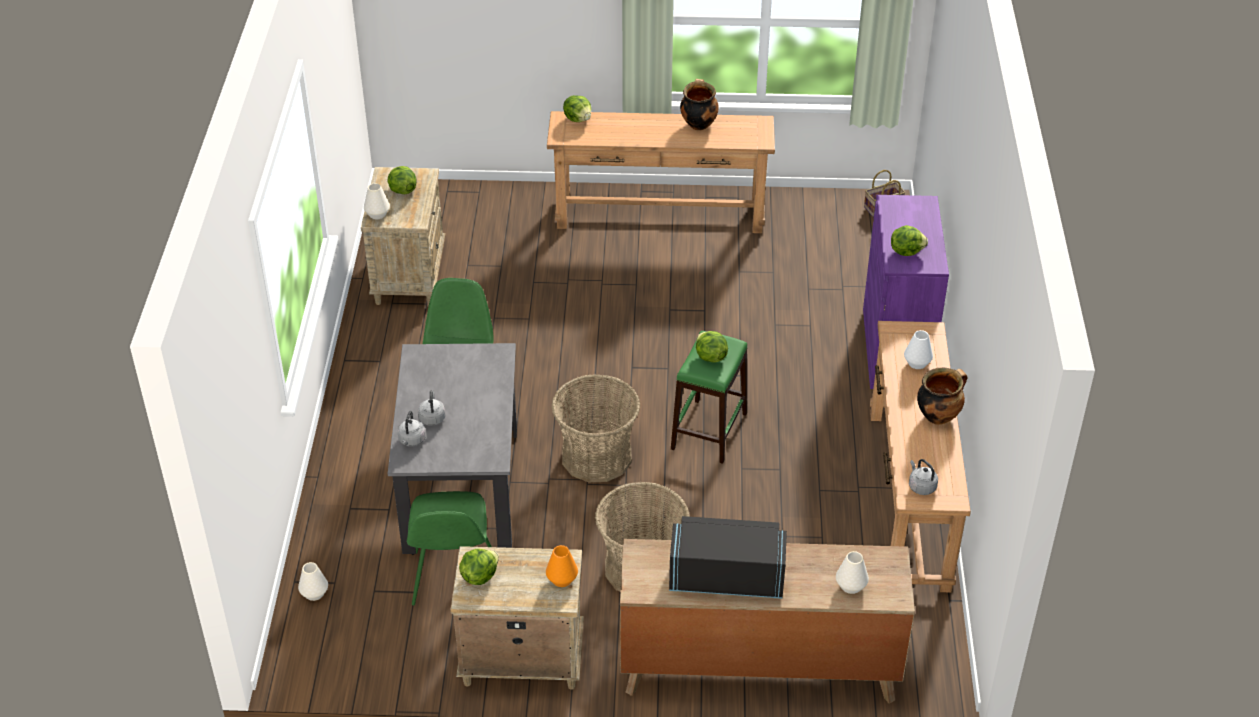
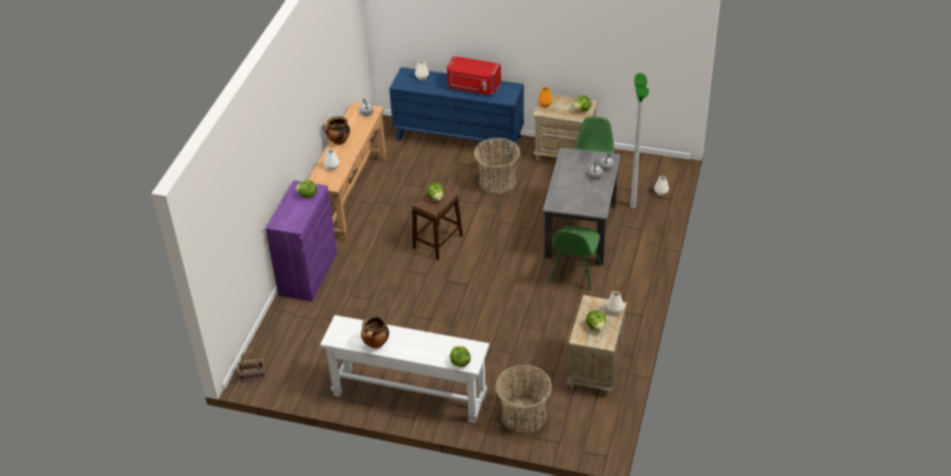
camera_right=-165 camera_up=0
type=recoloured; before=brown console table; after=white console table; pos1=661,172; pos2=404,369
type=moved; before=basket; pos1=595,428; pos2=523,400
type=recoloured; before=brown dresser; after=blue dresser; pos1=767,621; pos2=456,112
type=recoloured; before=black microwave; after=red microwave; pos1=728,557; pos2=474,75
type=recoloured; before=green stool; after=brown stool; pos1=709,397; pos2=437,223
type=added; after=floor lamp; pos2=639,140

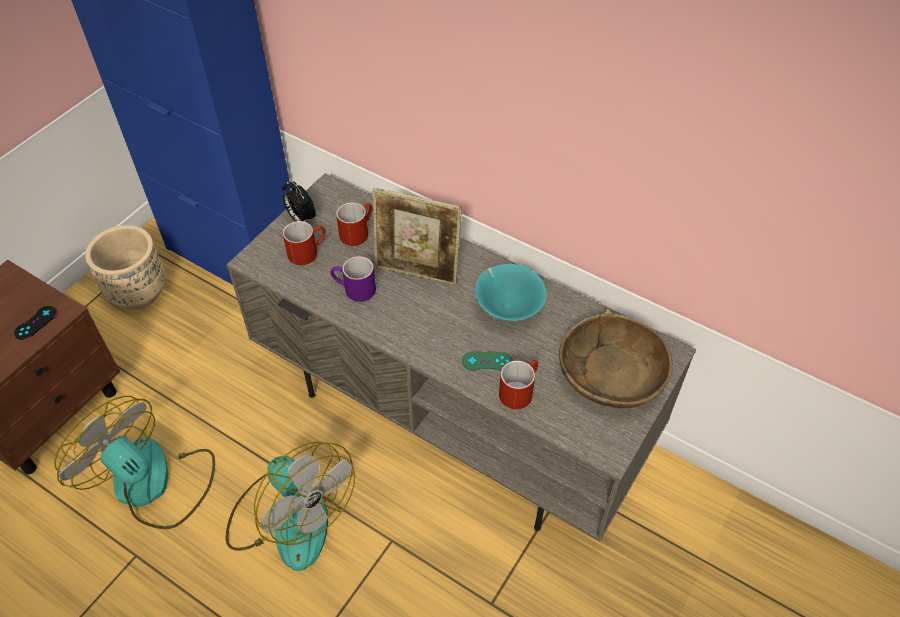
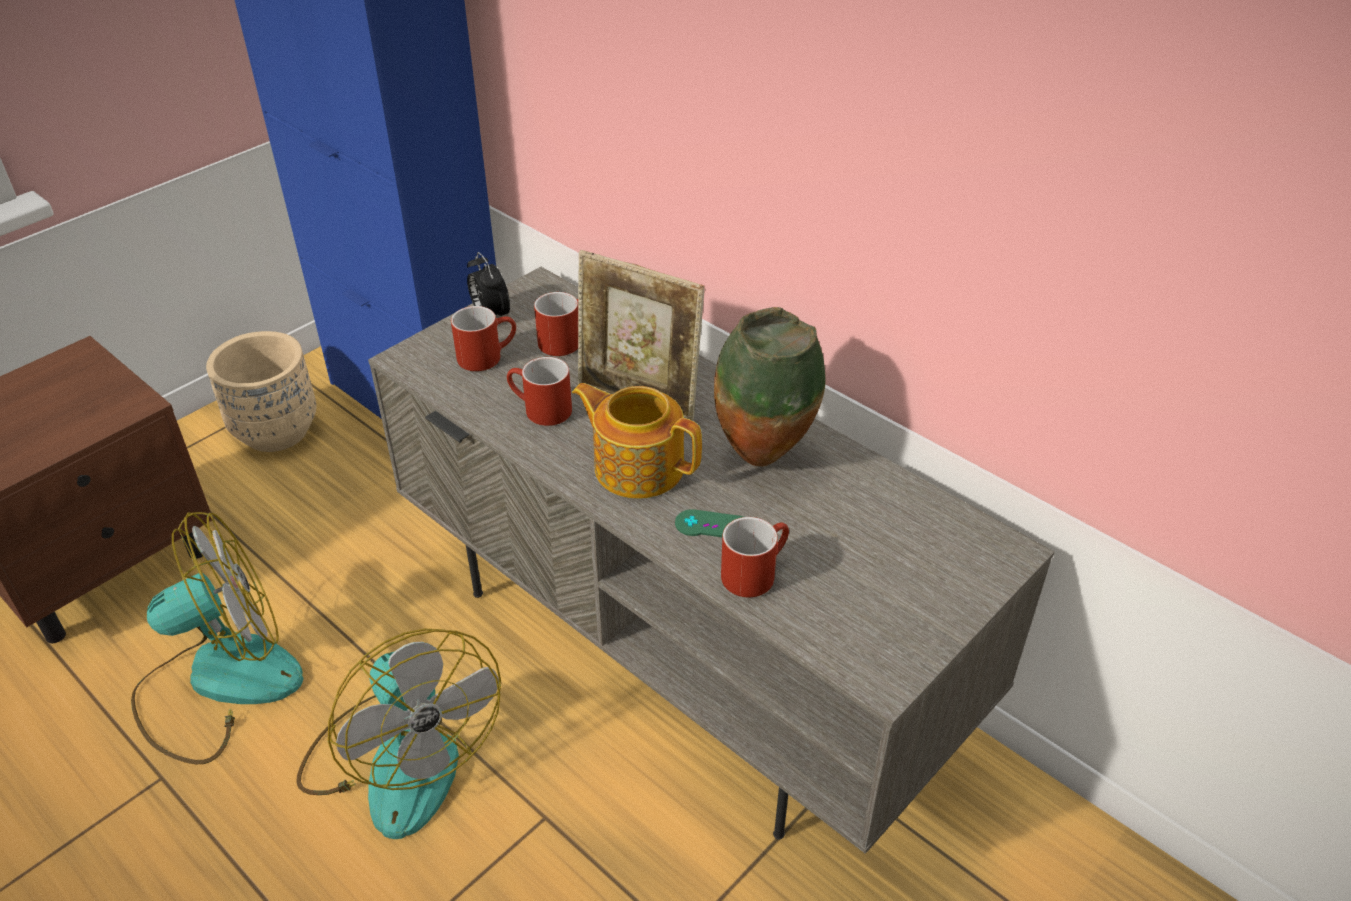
camera_right=10 camera_up=-10
type=removed; before=black game controller; pos1=35,323
type=turned; before=fan; pos1=134,462; pos2=217,638; turn=105
type=recoloured; before=purple mug; after=red mug; pos1=353,279; pos2=539,391
type=replaced; before=turquoise bowl; after=vase; pos1=511,292; pos2=770,387
type=removed; before=brown bowl; pos1=616,358
type=added; after=teapot; pos2=637,441

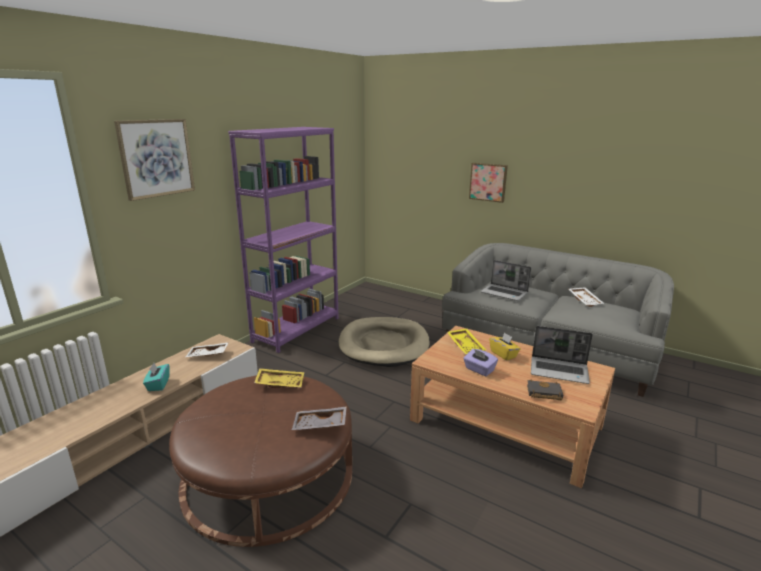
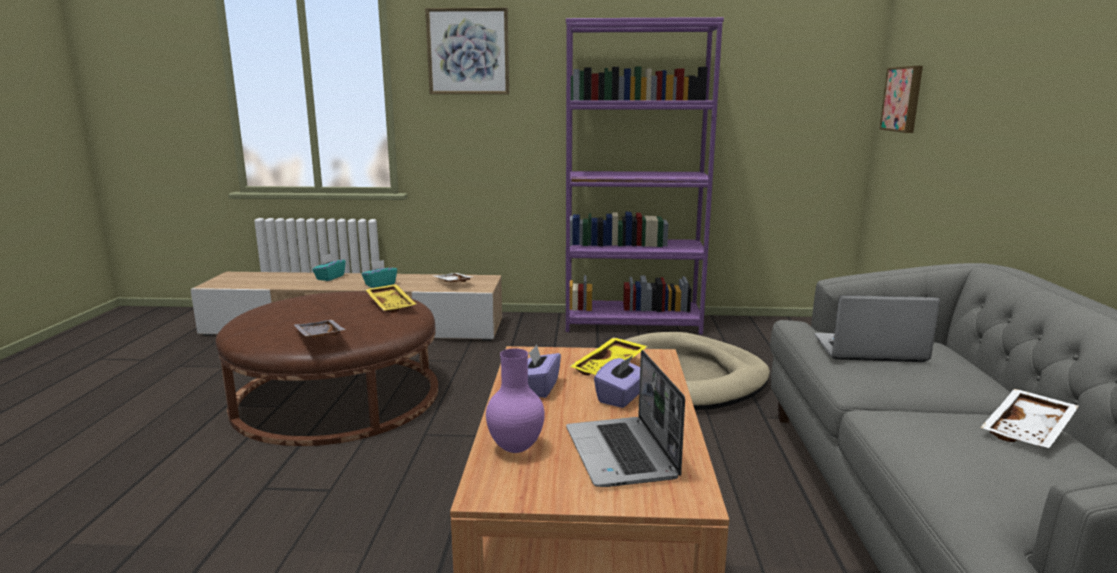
camera_right=60 camera_up=-5
type=moved; before=picture; pos1=488,183; pos2=901,99
type=turned; before=laptop; pos1=505,280; pos2=877,328; turn=90
type=recoloured; before=yellow tissue box; after=purple tissue box; pos1=505,346; pos2=617,381
type=replaced; before=black book; after=purple vase; pos1=545,390; pos2=515,400
type=added; after=turquoise tissue box; pos2=329,267

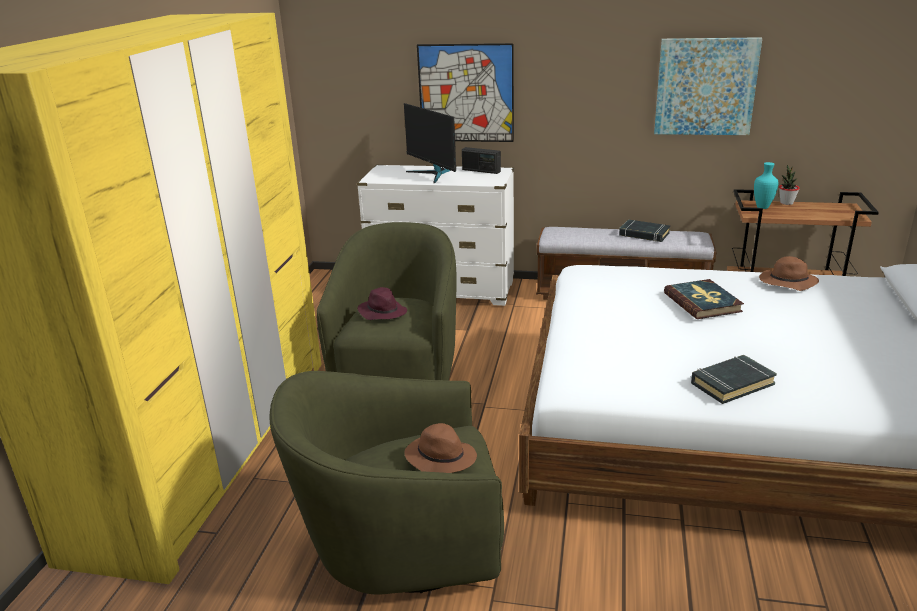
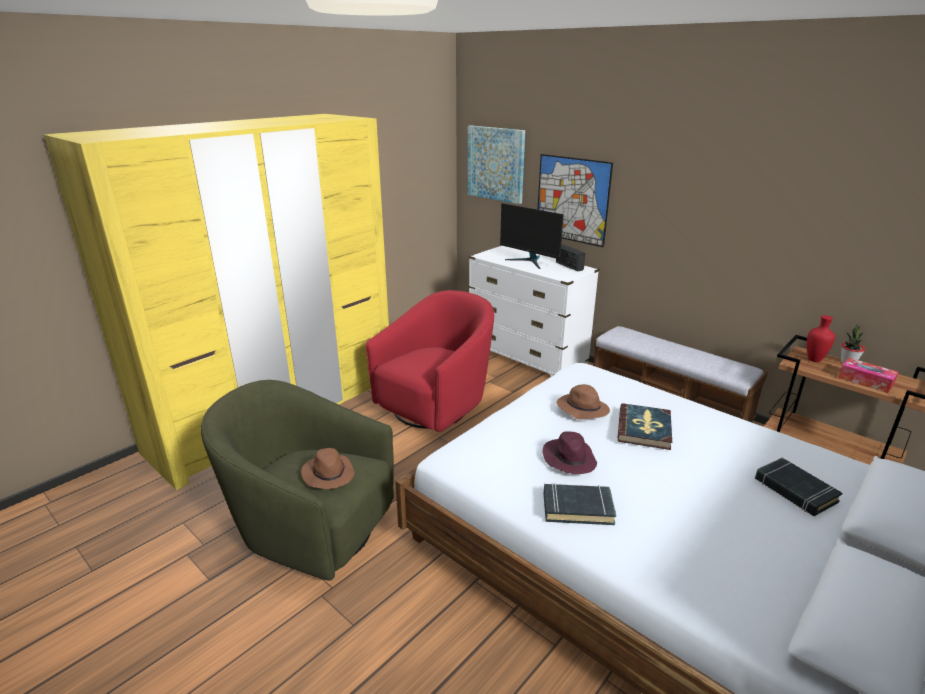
camera_right=30 camera_up=0
type=recoloured; before=green armchair; after=red armchair; pos1=386,301; pos2=430,361
type=moved; before=purple hat; pos1=382,303; pos2=569,453
type=turned; before=monitor; pos1=430,143; pos2=532,236; turn=-45
type=moved; before=black book; pos1=644,230; pos2=798,487
type=moved; before=picture; pos1=708,86; pos2=496,164
type=recoloured; before=turquoise vase; after=red vase; pos1=766,185; pos2=821,338
type=moved; before=brown hat; pos1=789,273; pos2=583,402
type=added; after=tissue box; pos2=868,375

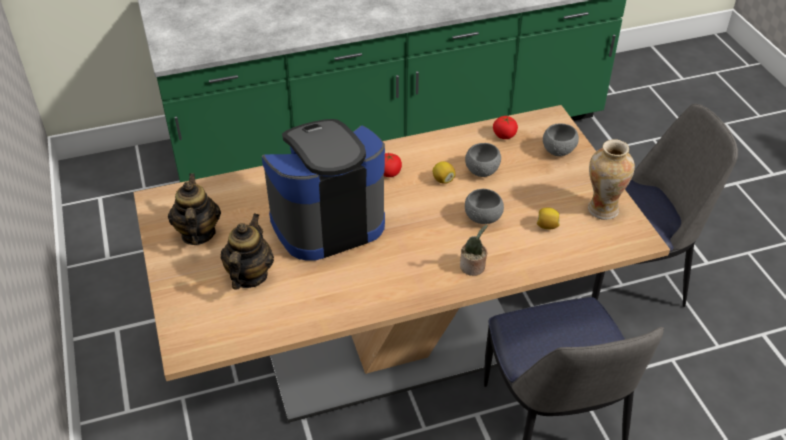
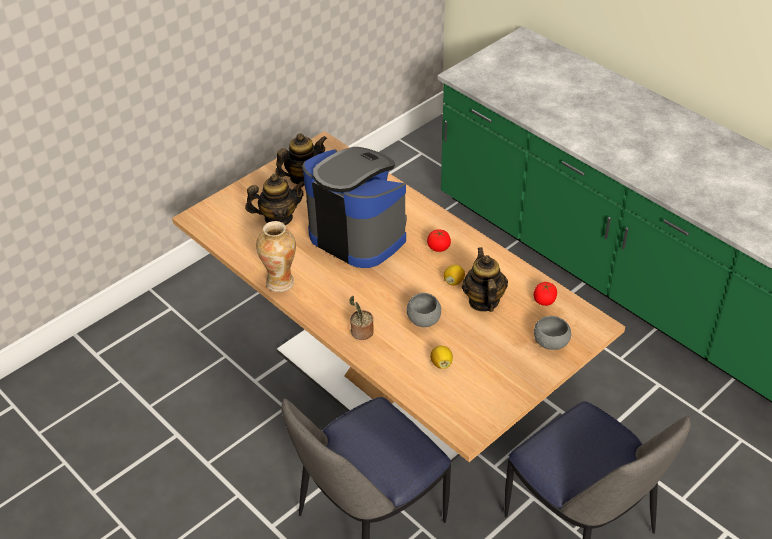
camera_right=65 camera_up=0
type=replaced; before=grey bowl; after=teapot; pos1=483,160; pos2=485,279
type=moved; before=vase; pos1=611,179; pos2=276,256

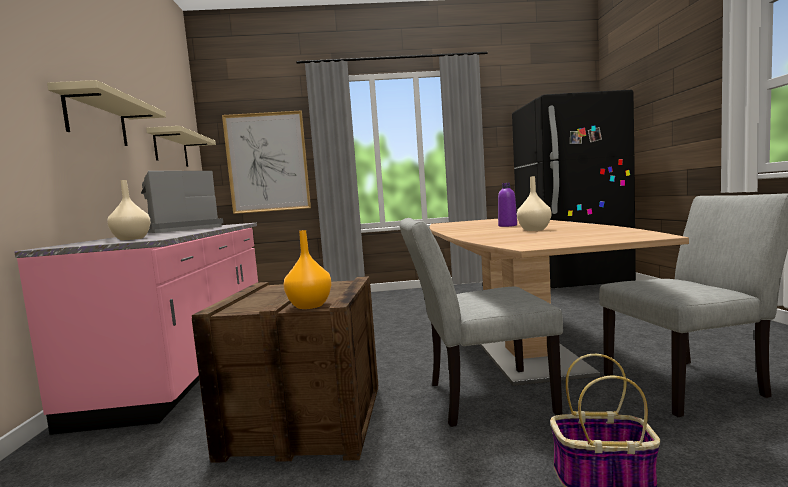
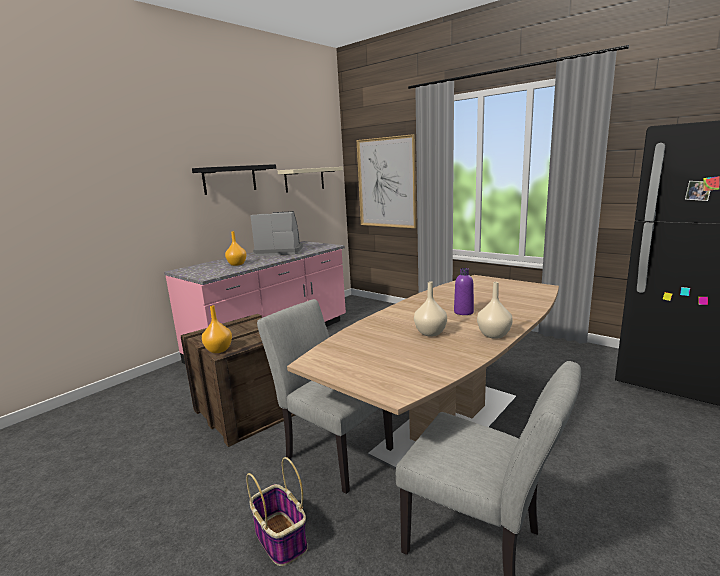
camera_right=45 camera_up=10
type=recoloured; before=beige shelf; after=black shelf; pos1=106,113; pos2=234,179
type=moved; before=beige vase; pos1=129,210; pos2=495,310
type=added; after=orange vase; pos2=236,248

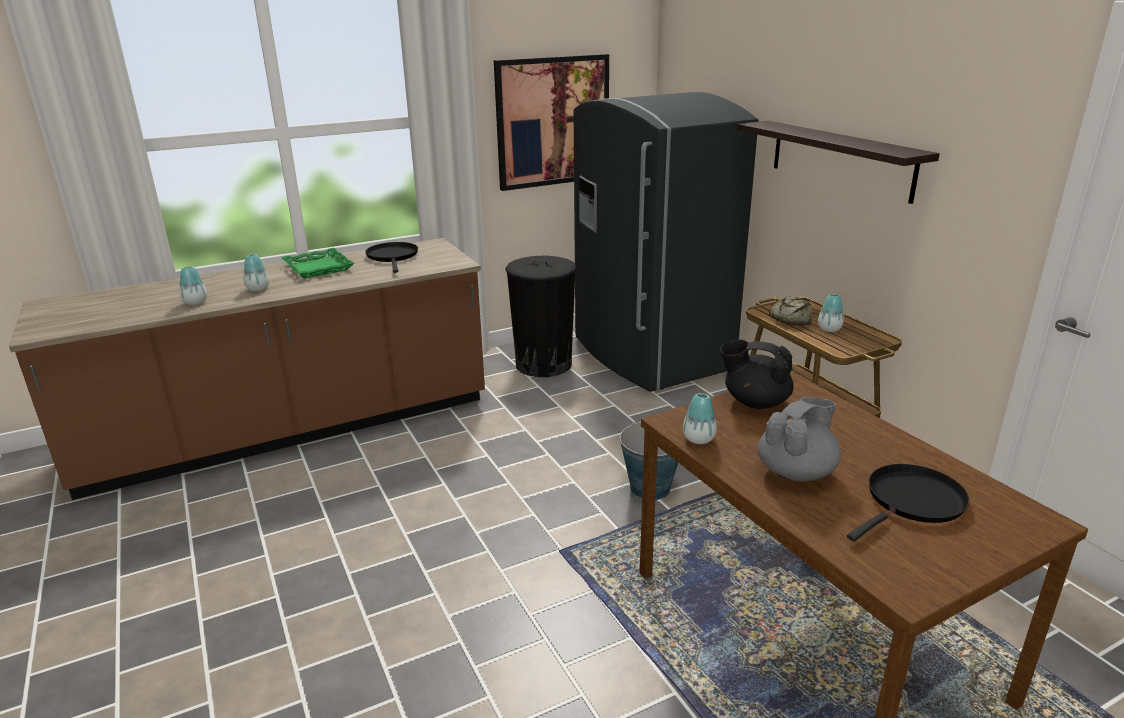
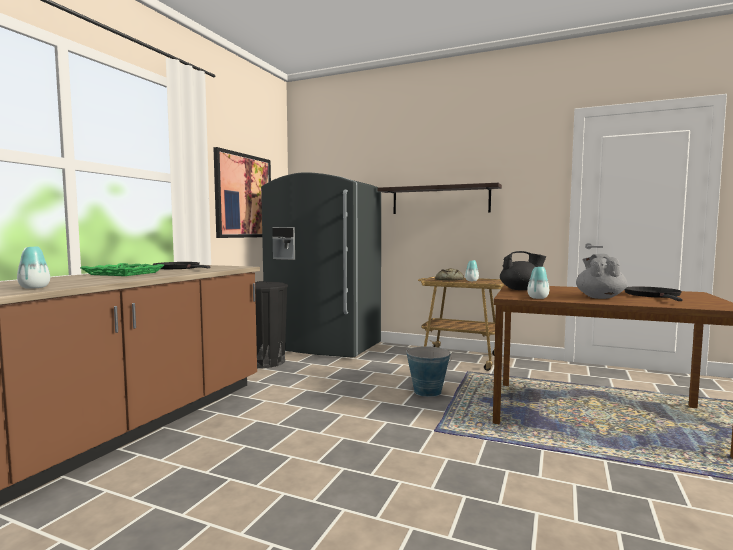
camera_right=-40 camera_up=-20
type=removed; before=vase; pos1=256,273
type=turned; before=black teapot; pos1=757,374; pos2=523,270; turn=-150

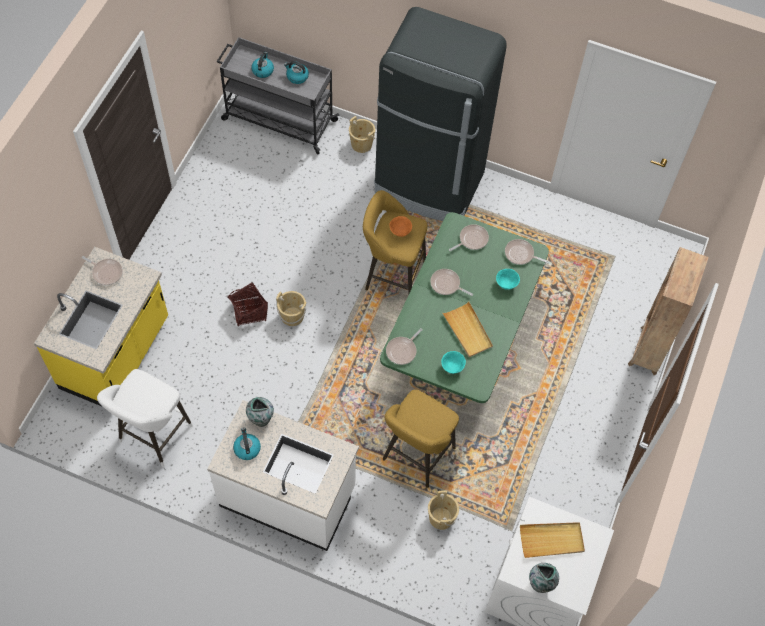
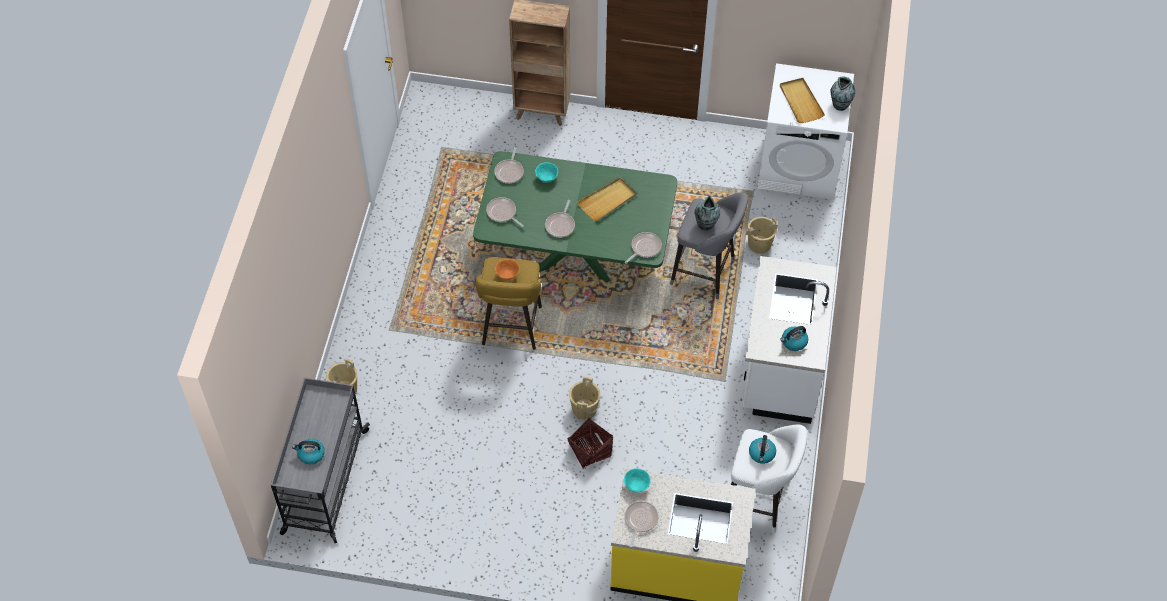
camera_right=-100 camera_up=-5
type=moved; before=vase; pos1=260,412; pos2=707,213
type=moved; before=kettle; pos1=296,72; pos2=762,449
type=removed; before=black fridge; pos1=440,114
type=recoloured; before=yellow stool; after=grey stool; pos1=421,438; pos2=709,245
type=turned; before=frying pan; pos1=404,346; pos2=643,248; turn=-75
type=moved; before=turquoise bowl; pos1=453,362; pos2=637,480

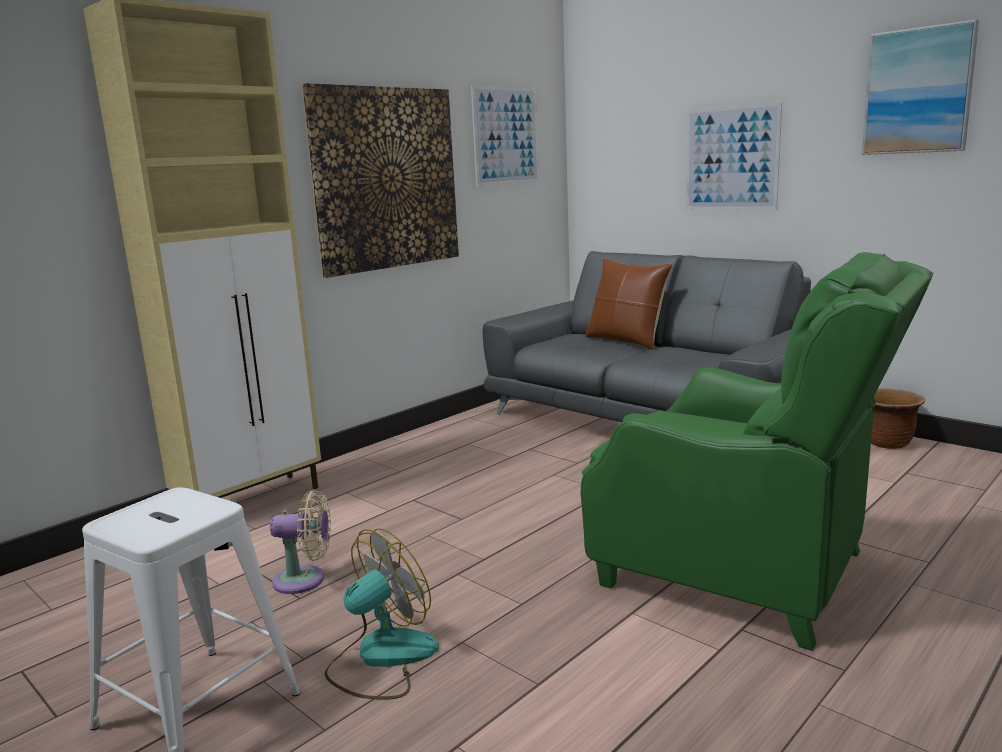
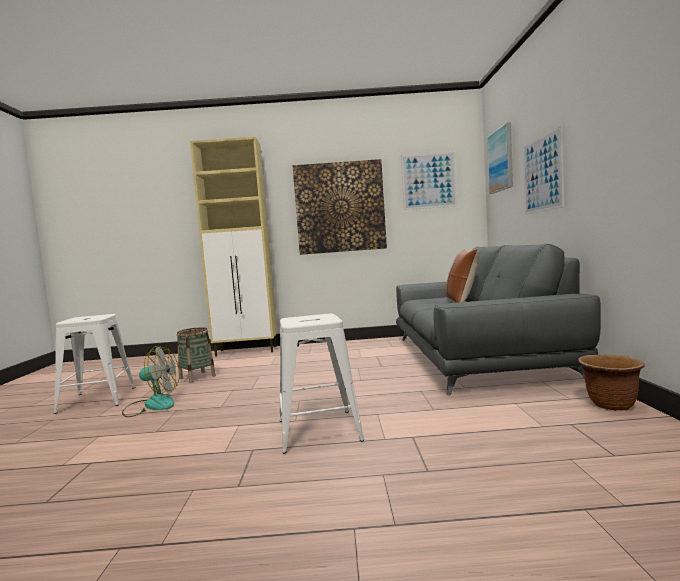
camera_right=45 camera_up=-10
type=replaced; before=beige fan; after=basket; pos1=300,542; pos2=196,355
type=replaced; before=green armchair; after=white stool; pos1=757,451; pos2=322,383
type=moved; before=picture; pos1=920,87; pos2=500,158

